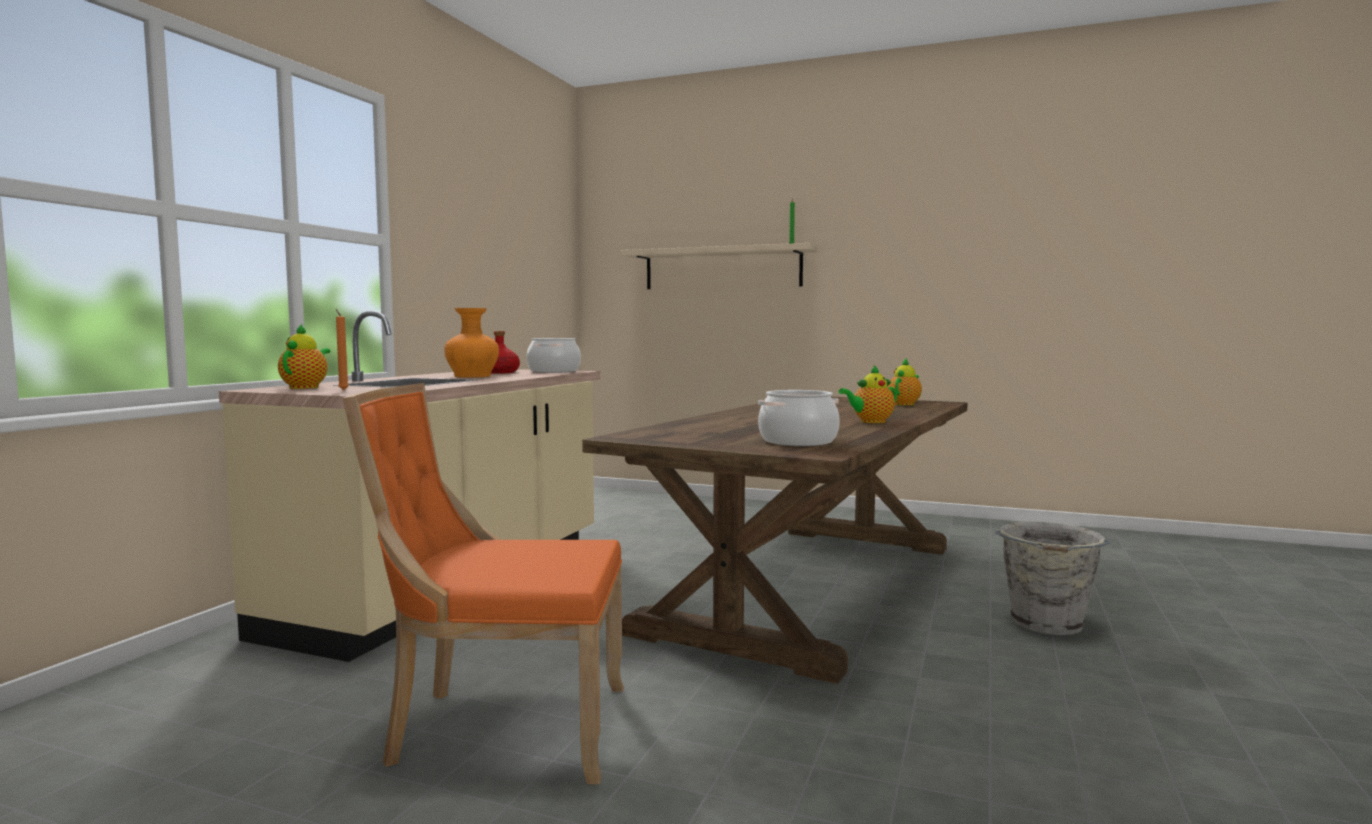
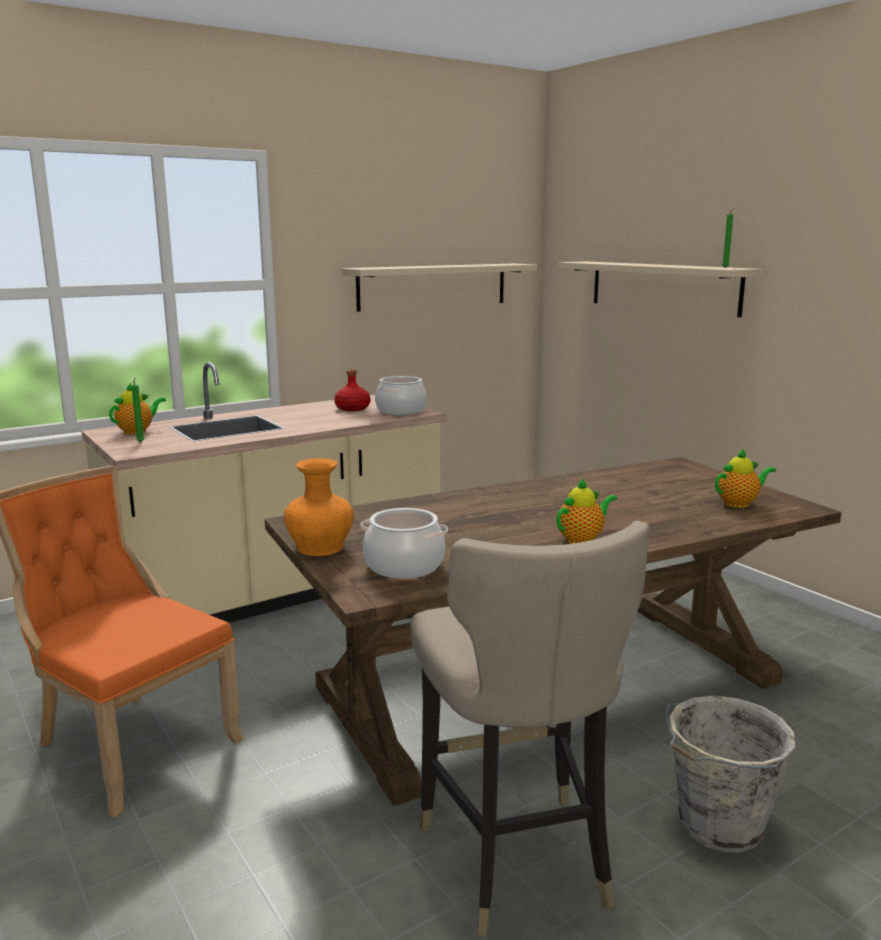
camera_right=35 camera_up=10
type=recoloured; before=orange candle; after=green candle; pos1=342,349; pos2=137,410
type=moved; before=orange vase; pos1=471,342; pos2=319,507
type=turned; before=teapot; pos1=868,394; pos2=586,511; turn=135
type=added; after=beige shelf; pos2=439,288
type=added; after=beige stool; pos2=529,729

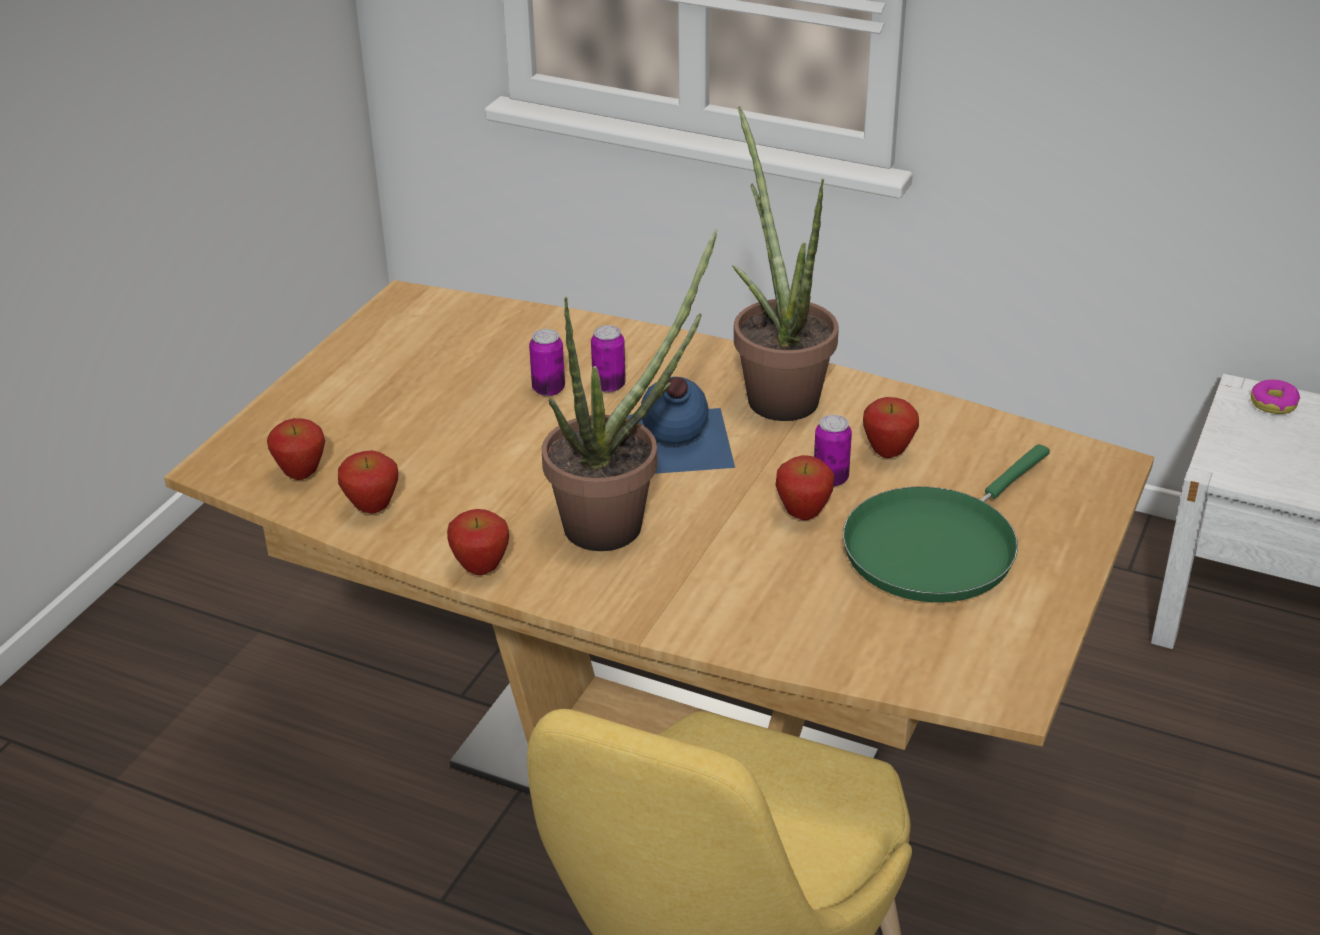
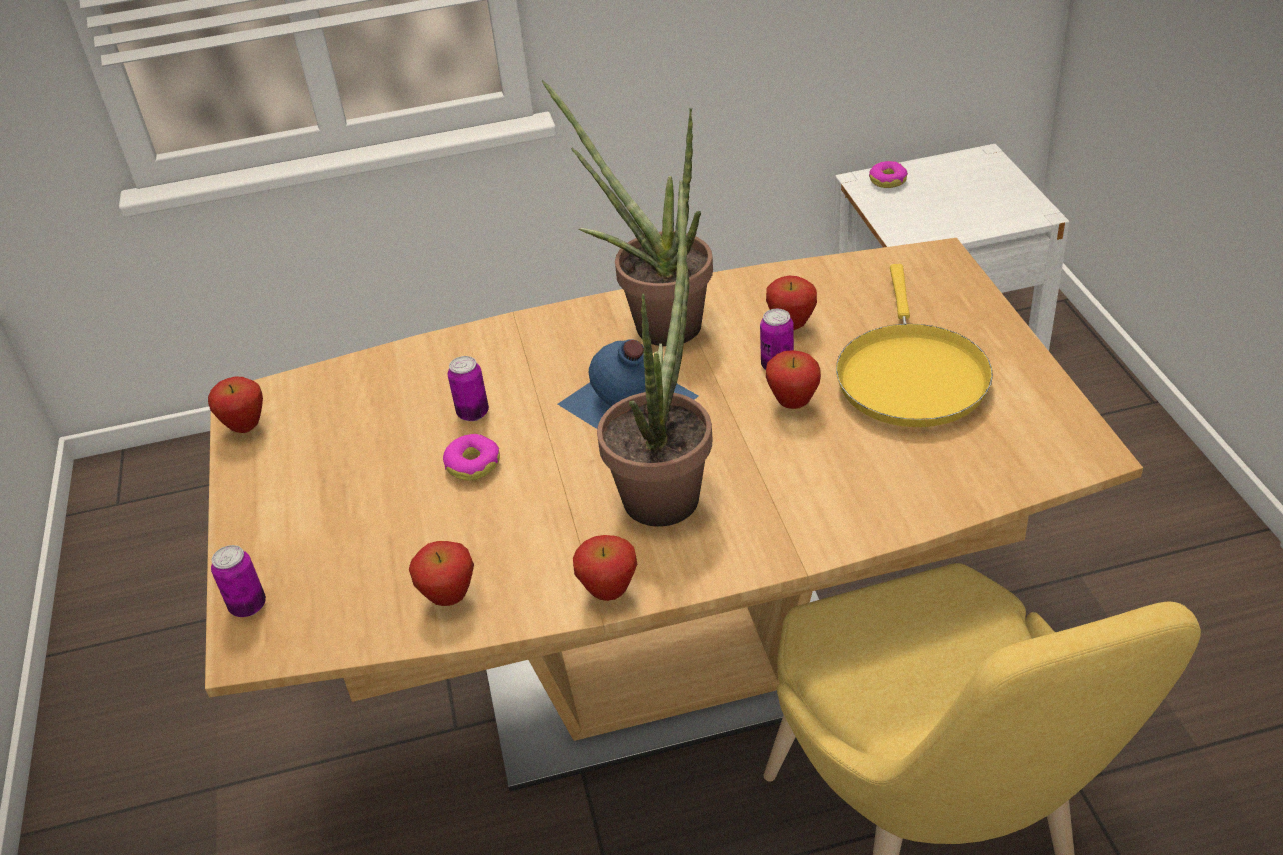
camera_right=-35 camera_up=5
type=moved; before=apple; pos1=296,449; pos2=235,404
type=moved; before=can; pos1=608,358; pos2=238,581
type=recoloured; before=green frying pan; after=yellow frying pan; pos1=946,523; pos2=914,345
type=added; after=donut; pos2=471,457

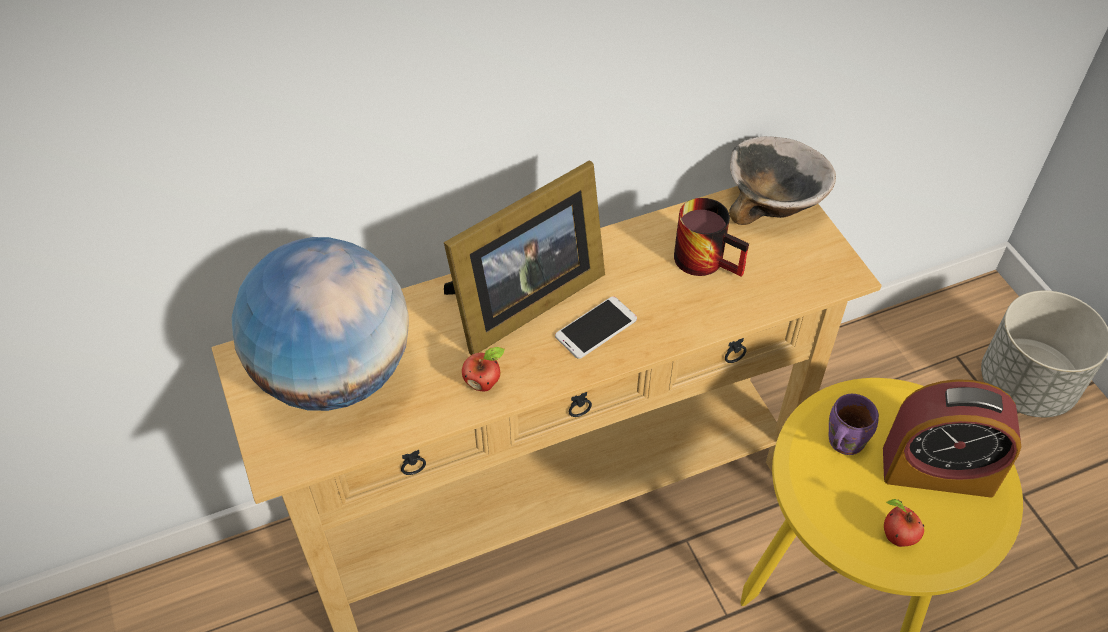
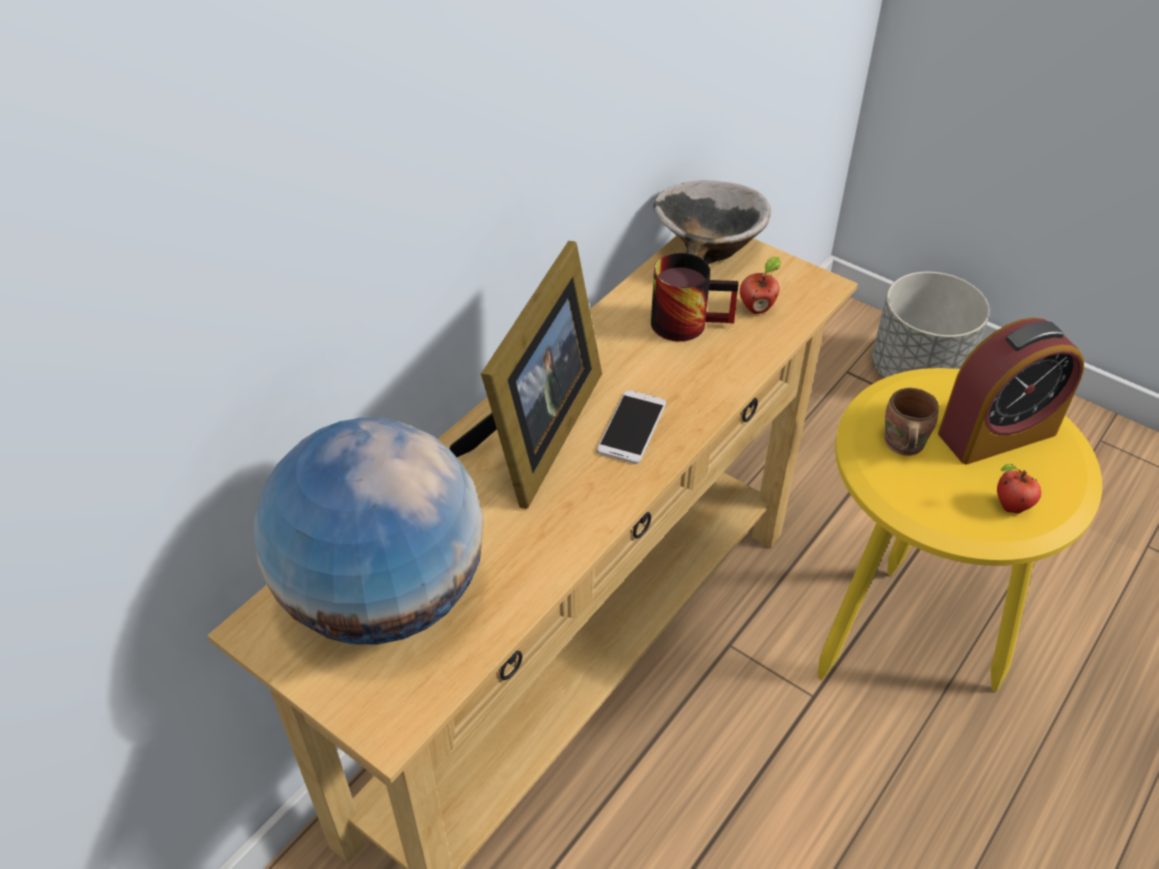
camera_right=-30 camera_up=-5
type=moved; before=apple; pos1=483,369; pos2=760,285
type=recoloured; before=purple mug; after=brown mug; pos1=854,424; pos2=912,422

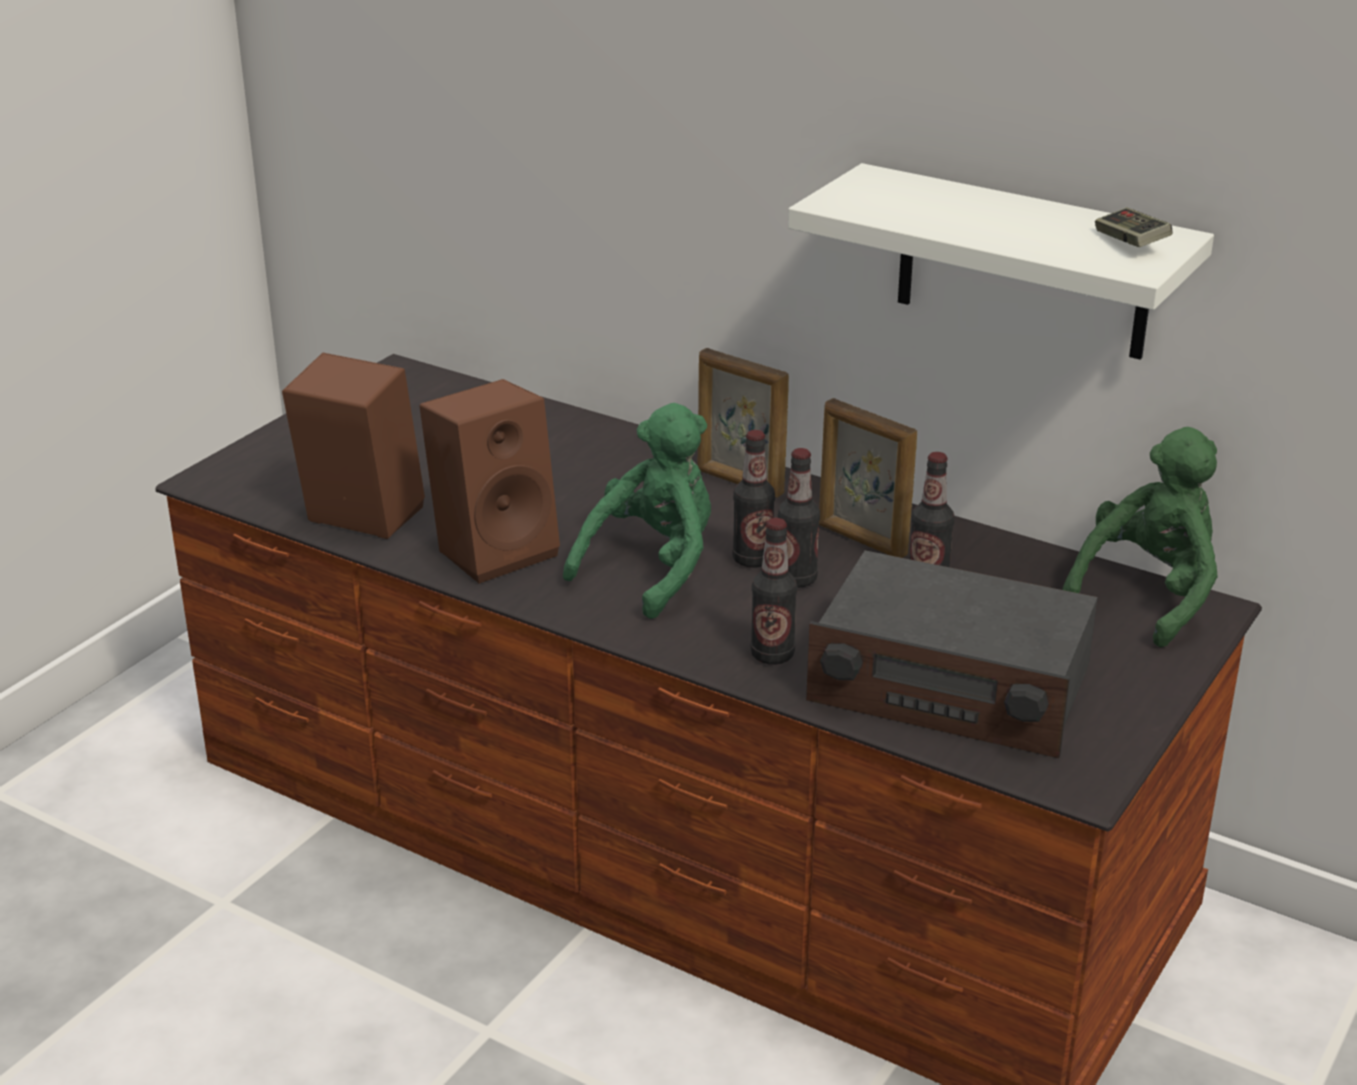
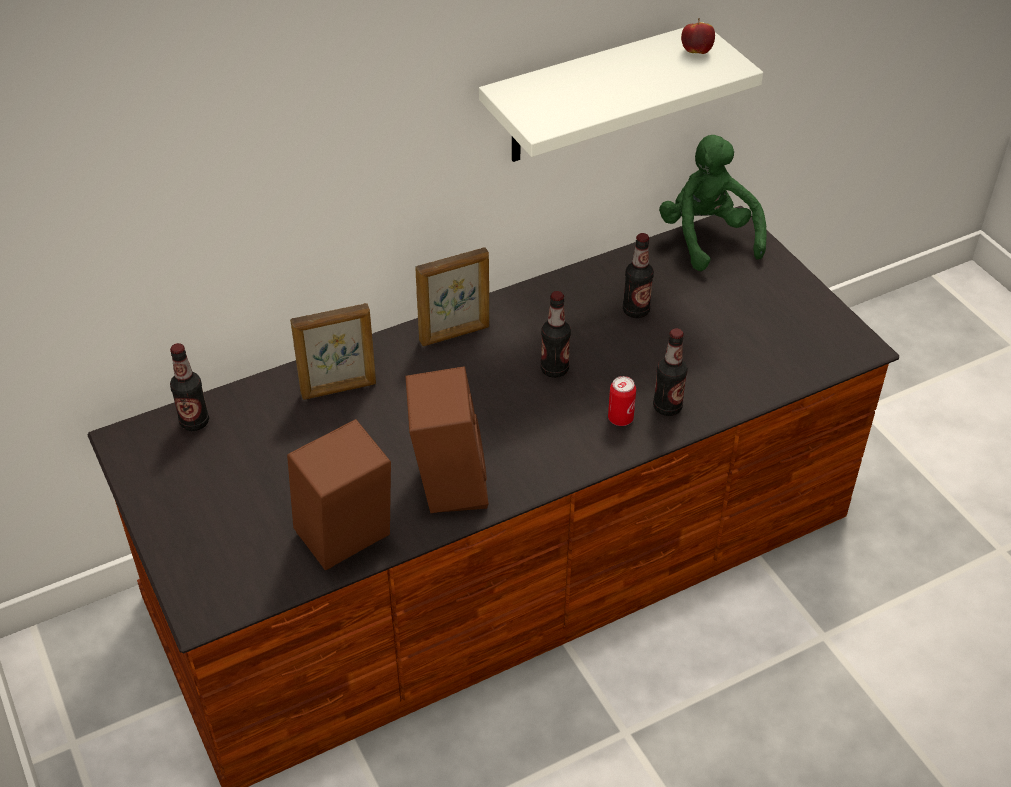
camera_right=-60 camera_up=15
type=removed; before=green plush toy; pos1=637,511
type=moved; before=bottle; pos1=799,518; pos2=189,387
type=removed; before=radio; pos1=952,654
type=moved; before=picture frame; pos1=868,478; pos2=333,351
type=replaced; before=game controller; after=apple; pos1=1133,227; pos2=698,36
type=added; after=can; pos2=622,401

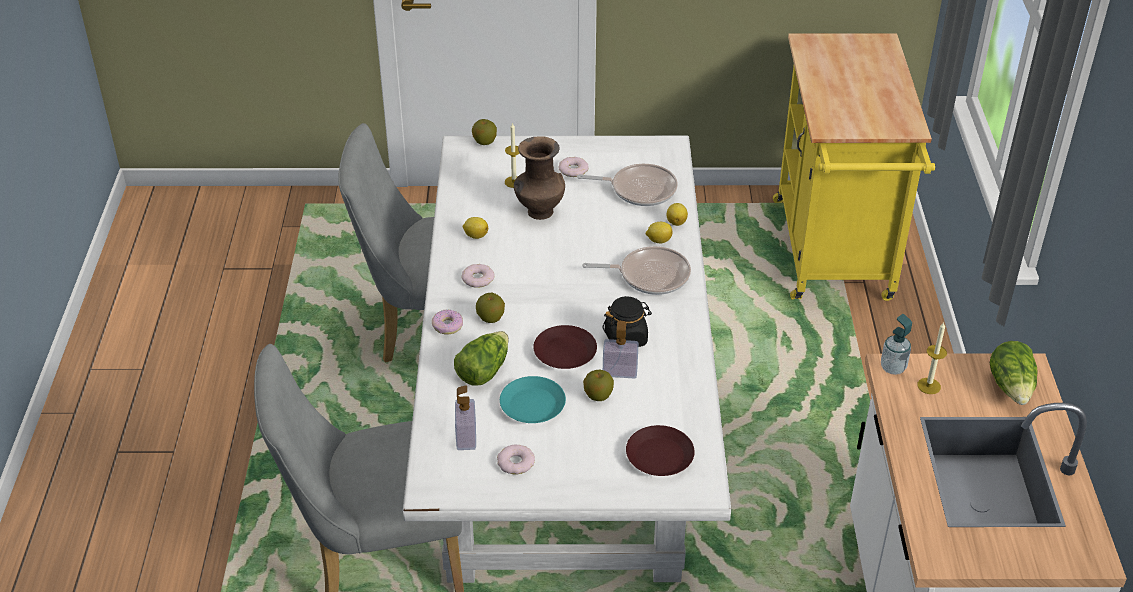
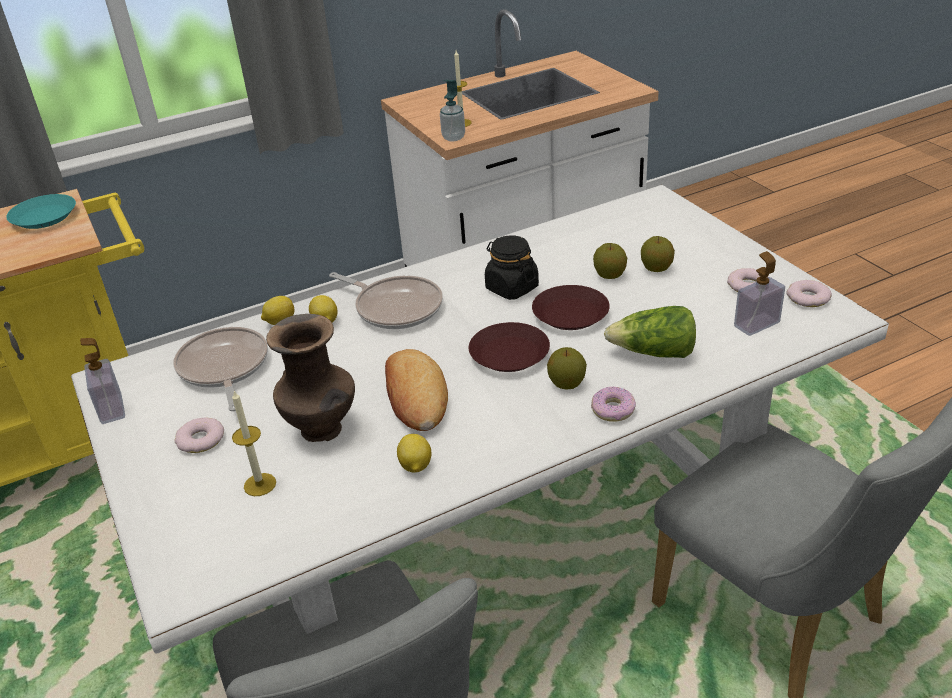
camera_right=-115 camera_up=-5
type=moved; before=donut; pos1=478,276; pos2=809,293
type=moved; before=apple; pos1=484,132; pos2=658,254
type=moved; before=turquoise plate; pos1=533,399; pos2=41,211
type=turned; before=frying pan; pos1=636,270; pos2=386,300; turn=150
type=moved; before=soap dispenser; pos1=621,349; pos2=102,381
type=moved; before=brown plate; pos1=660,450; pos2=509,347
type=removed; before=lettuce; pos1=1014,373
type=added; after=bread; pos2=416,390

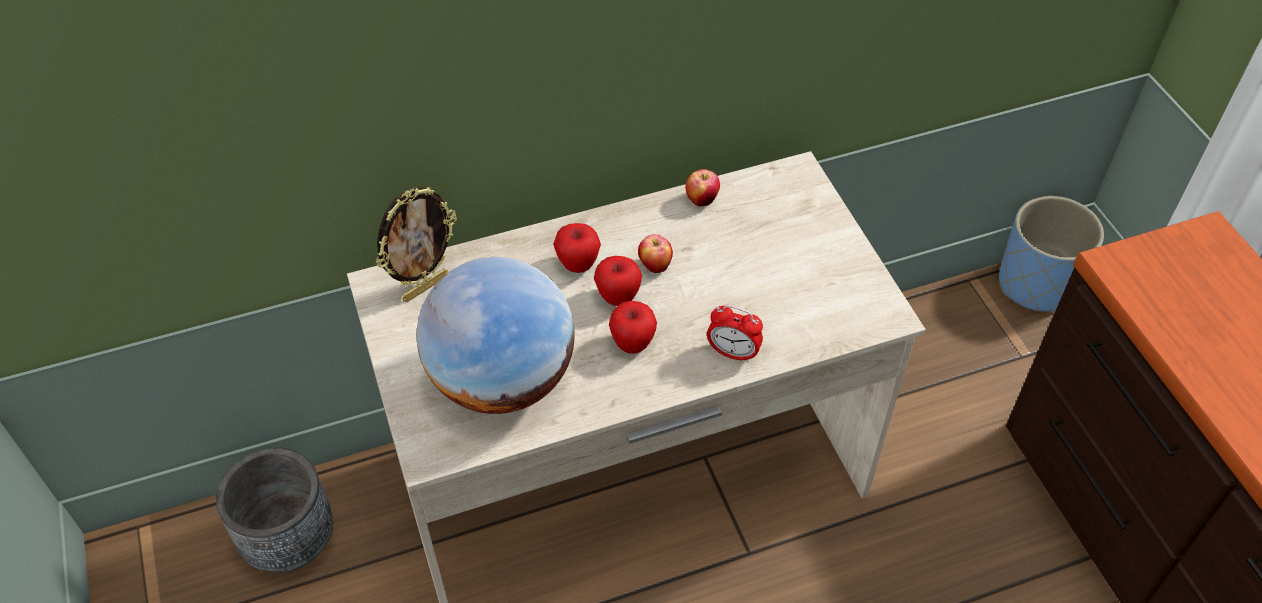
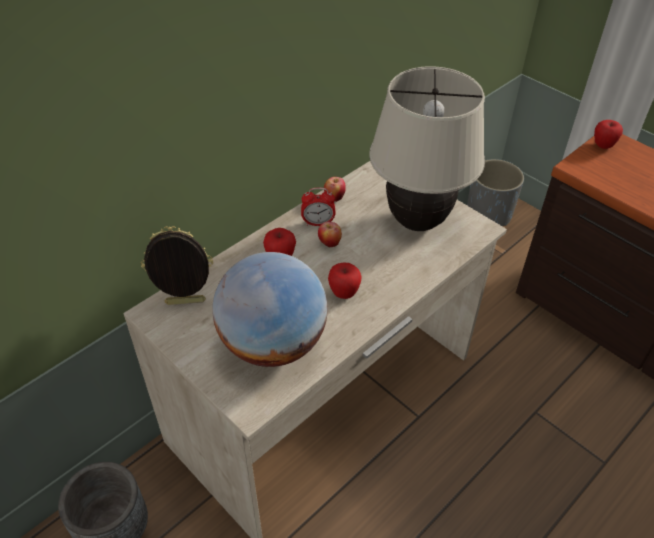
camera_right=-25 camera_up=-5
type=turned; before=picture frame; pos1=416,244; pos2=177,265; turn=-120
type=moved; before=apple; pos1=618,281; pos2=608,134
type=moved; before=alarm clock; pos1=735,334; pos2=318,207
type=recoloured; before=blue planter; after=grey planter; pos1=1051,254; pos2=495,192
type=added; after=beige table lamp; pos2=427,148

